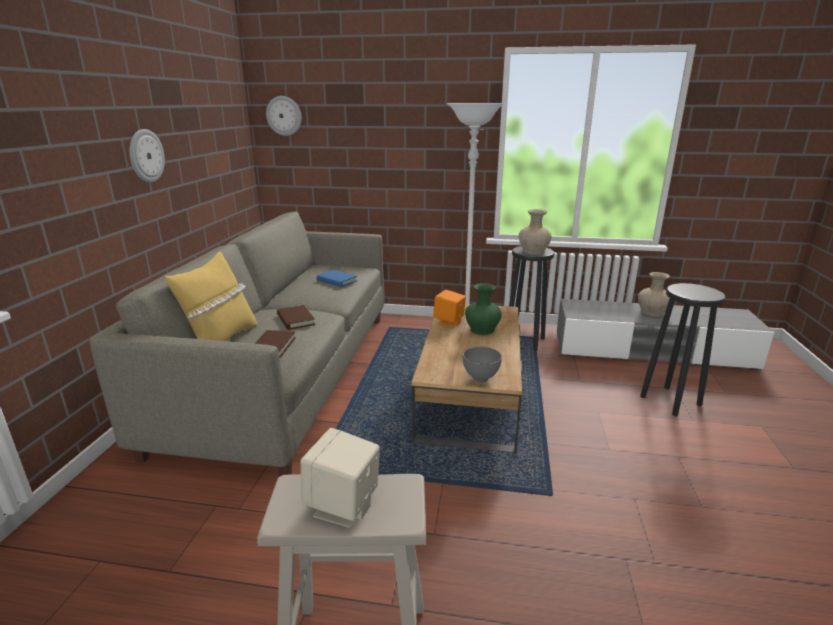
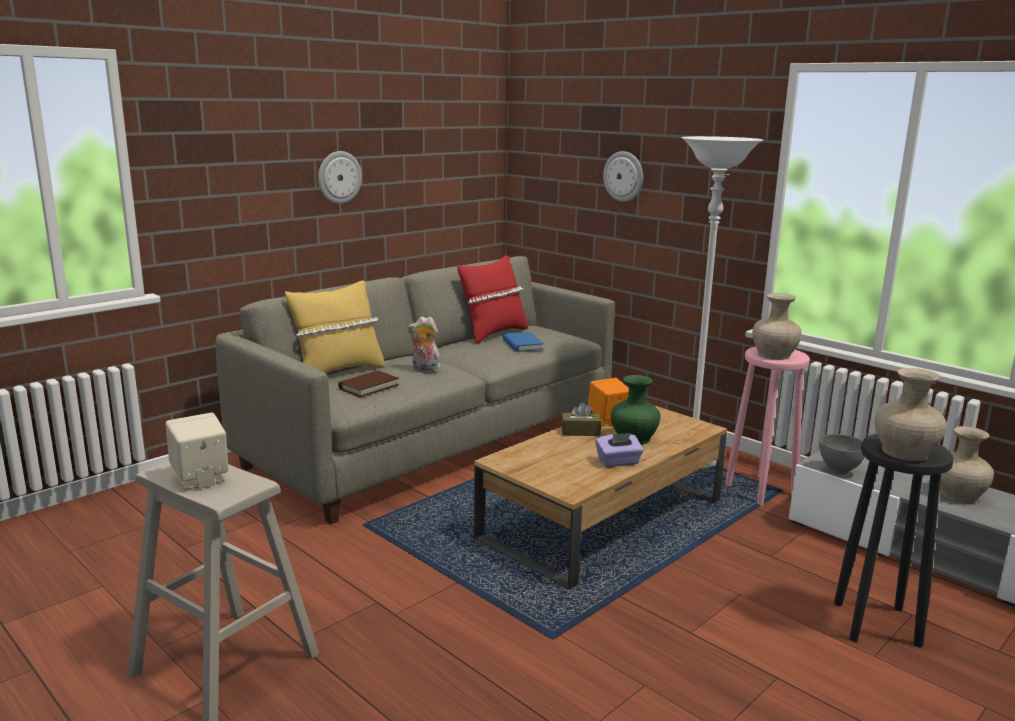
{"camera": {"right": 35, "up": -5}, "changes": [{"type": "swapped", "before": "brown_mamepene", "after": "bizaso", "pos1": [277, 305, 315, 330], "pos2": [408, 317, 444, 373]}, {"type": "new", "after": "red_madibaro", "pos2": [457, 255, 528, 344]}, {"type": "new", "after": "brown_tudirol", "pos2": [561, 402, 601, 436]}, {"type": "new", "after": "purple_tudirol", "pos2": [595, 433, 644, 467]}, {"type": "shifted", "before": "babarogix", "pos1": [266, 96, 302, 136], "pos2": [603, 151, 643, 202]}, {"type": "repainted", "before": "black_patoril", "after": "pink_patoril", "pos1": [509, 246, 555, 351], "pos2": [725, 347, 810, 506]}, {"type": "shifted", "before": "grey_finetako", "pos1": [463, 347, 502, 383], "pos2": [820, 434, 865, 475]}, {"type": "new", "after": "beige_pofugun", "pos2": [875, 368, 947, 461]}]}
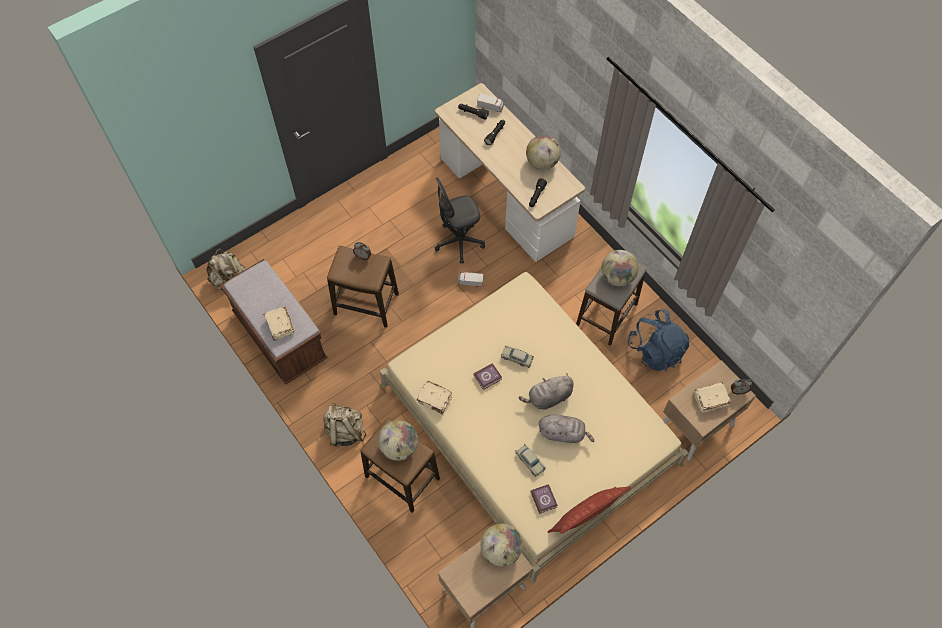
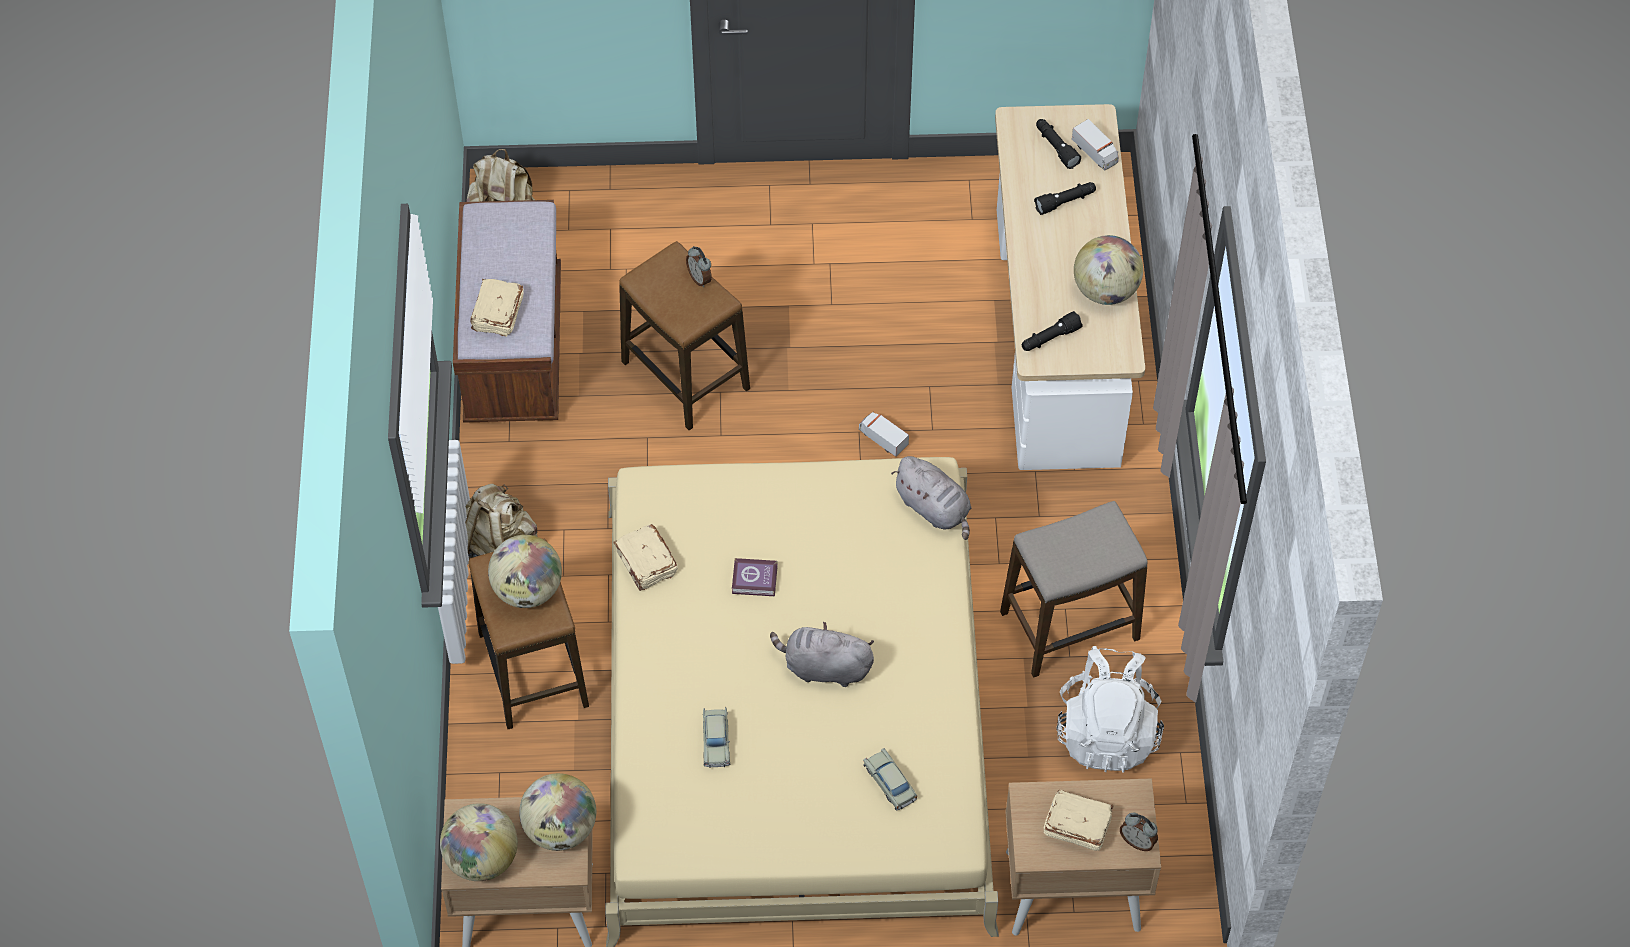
{"camera": {"right": 35, "up": -5}, "changes": [{"type": "shifted", "before": "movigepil", "pos1": [601, 250, 638, 286], "pos2": [440, 803, 518, 881]}, {"type": "shifted", "before": "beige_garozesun", "pos1": [501, 345, 534, 368], "pos2": [863, 748, 917, 811]}, {"type": "shifted", "before": "grey_bizaso", "pos1": [539, 415, 594, 443], "pos2": [891, 456, 971, 540]}, {"type": "repainted", "before": "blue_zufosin", "after": "white_zufosin", "pos1": [628, 309, 689, 371], "pos2": [1056, 646, 1164, 773]}, {"type": "gone", "before": "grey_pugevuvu", "pos1": [435, 178, 485, 264]}, {"type": "gone", "before": "mamepene", "pos1": [530, 484, 558, 514]}, {"type": "gone", "before": "madibaro", "pos1": [548, 486, 631, 534]}]}
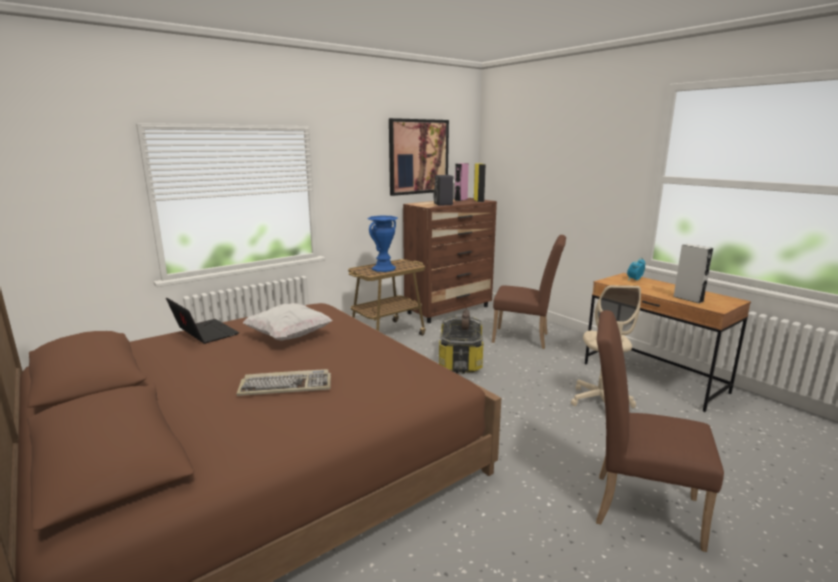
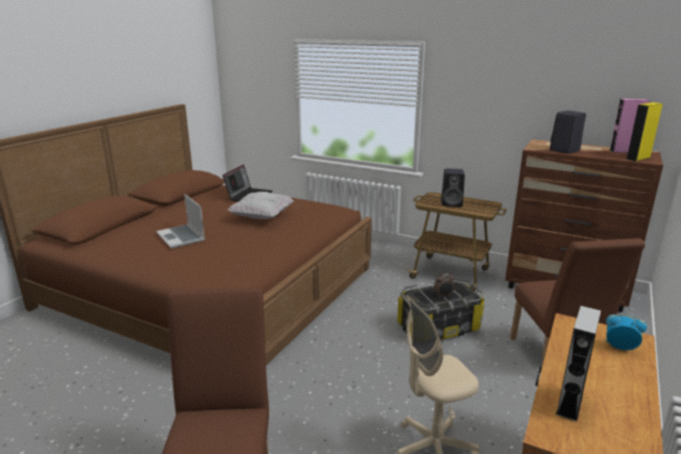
{"camera": {"right": 65, "up": 5}, "changes": [{"type": "swapped", "before": "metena", "after": "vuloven", "pos1": [237, 369, 331, 396], "pos2": [156, 194, 205, 248]}, {"type": "swapped", "before": "blue_pofugun", "after": "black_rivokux", "pos1": [367, 216, 398, 272], "pos2": [441, 168, 465, 207]}, {"type": "gone", "before": "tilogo", "pos1": [389, 118, 449, 196]}]}
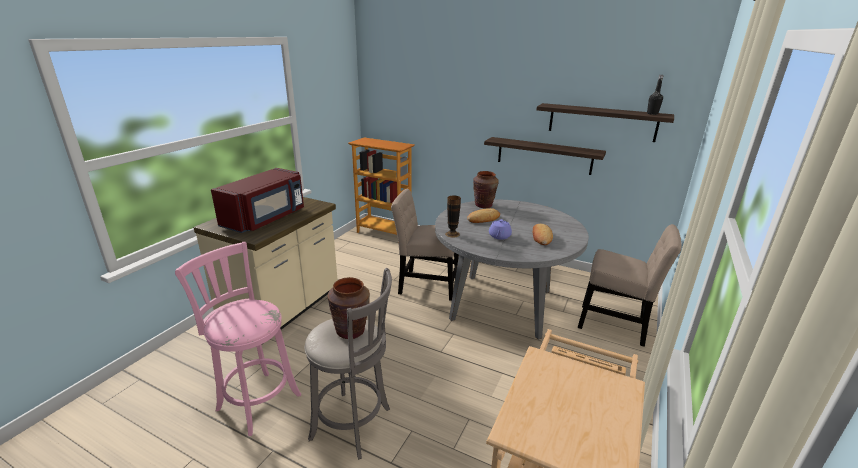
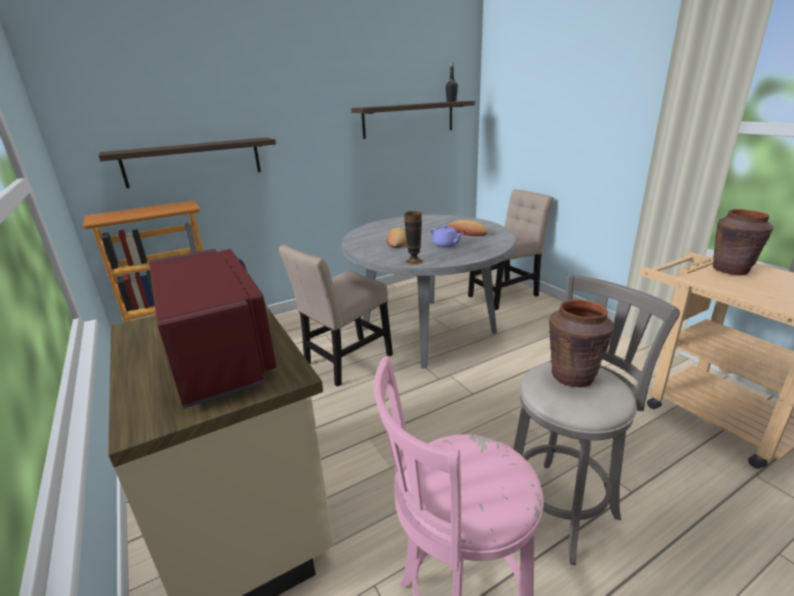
{"camera": {"right": -55, "up": 0}, "changes": [{"type": "shifted", "before": "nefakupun", "pos1": [484, 137, 606, 175], "pos2": [99, 137, 276, 188]}, {"type": "shifted", "before": "brown_pofugun", "pos1": [473, 171, 499, 208], "pos2": [713, 209, 773, 275]}]}
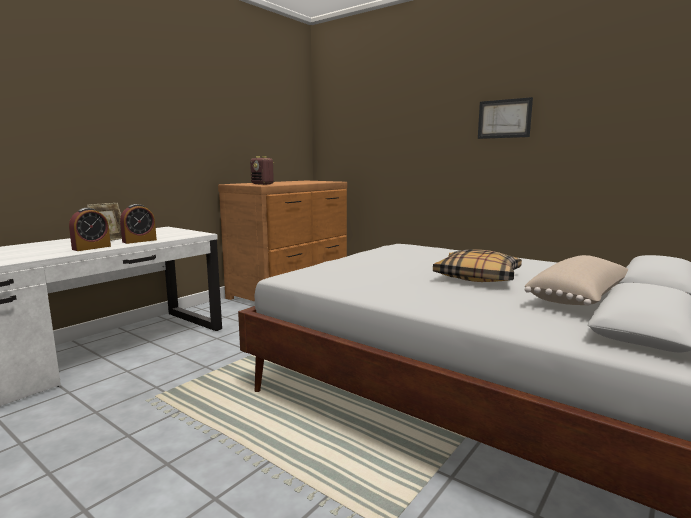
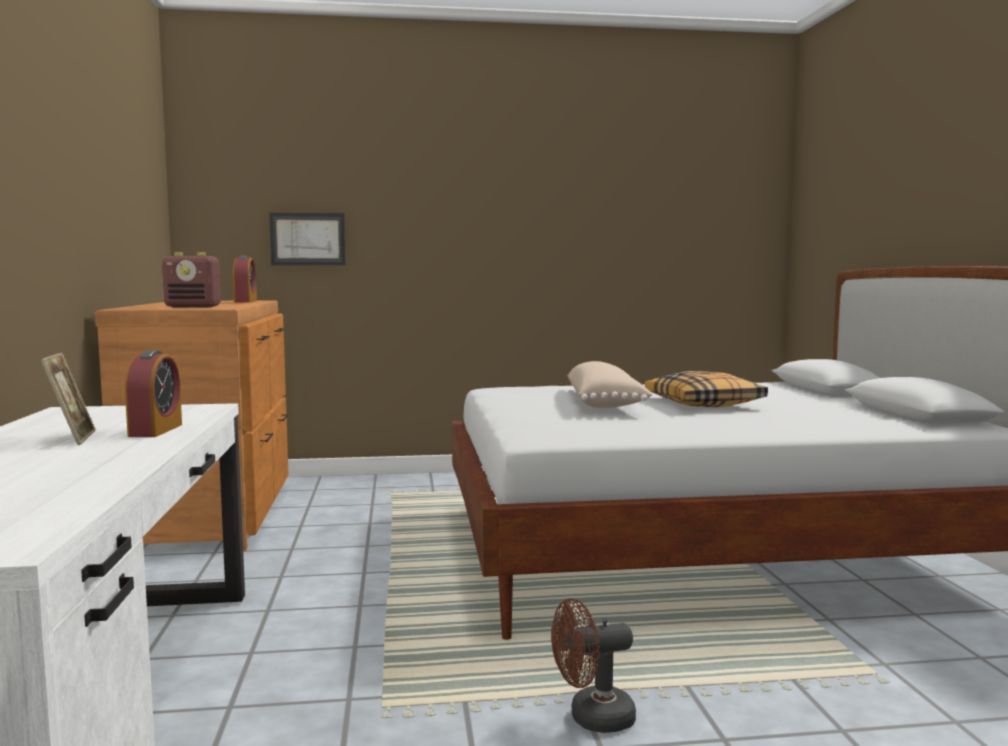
{"camera": {"right": -45, "up": -5}, "changes": [{"type": "shifted", "before": "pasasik", "pos1": [69, 208, 111, 251], "pos2": [233, 255, 257, 303]}, {"type": "shifted", "before": "tilogo", "pos1": [478, 97, 533, 139], "pos2": [269, 213, 346, 265]}, {"type": "new", "after": "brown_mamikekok", "pos2": [551, 598, 636, 733]}, {"type": "shifted", "before": "beige_madibaro", "pos1": [525, 255, 628, 306], "pos2": [568, 361, 653, 408]}]}
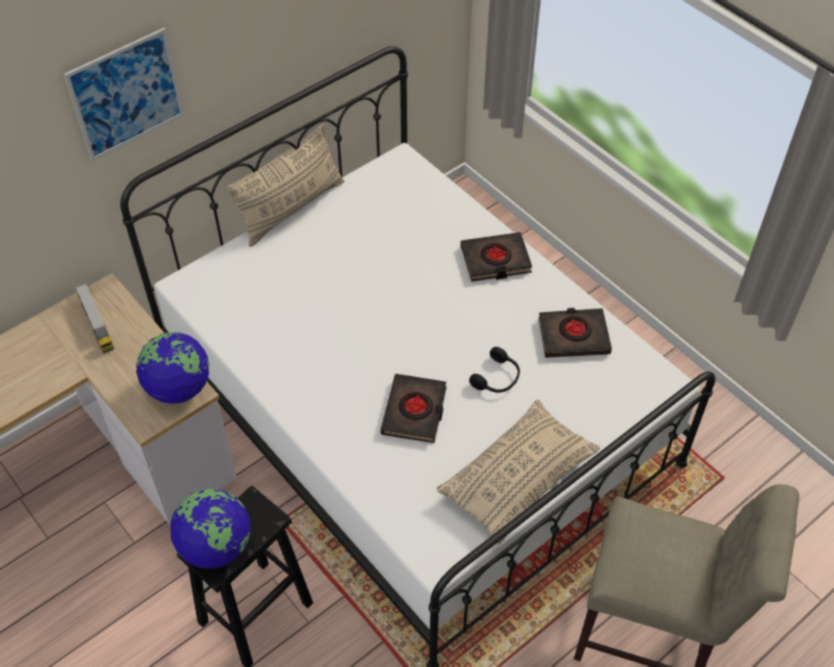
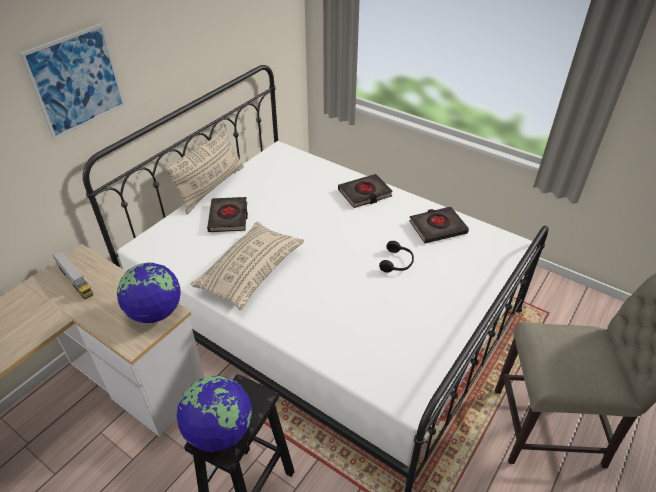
{"camera": {"right": -15, "up": -10}, "changes": [{"type": "shifted", "before": "beige_madibaro", "pos1": [436, 399, 600, 545], "pos2": [191, 222, 304, 310]}, {"type": "shifted", "before": "black_mamepene", "pos1": [380, 374, 447, 443], "pos2": [207, 197, 248, 232]}]}
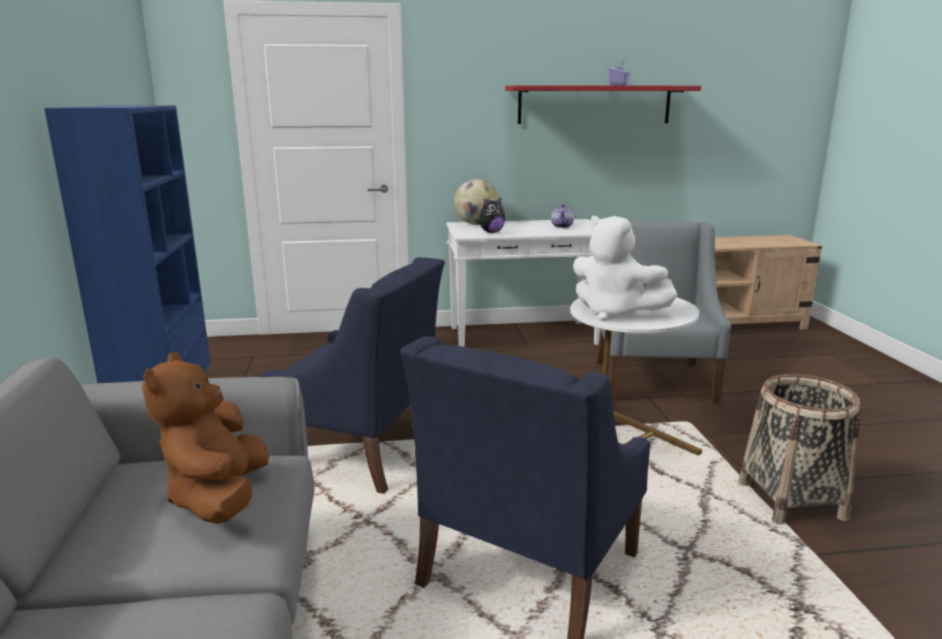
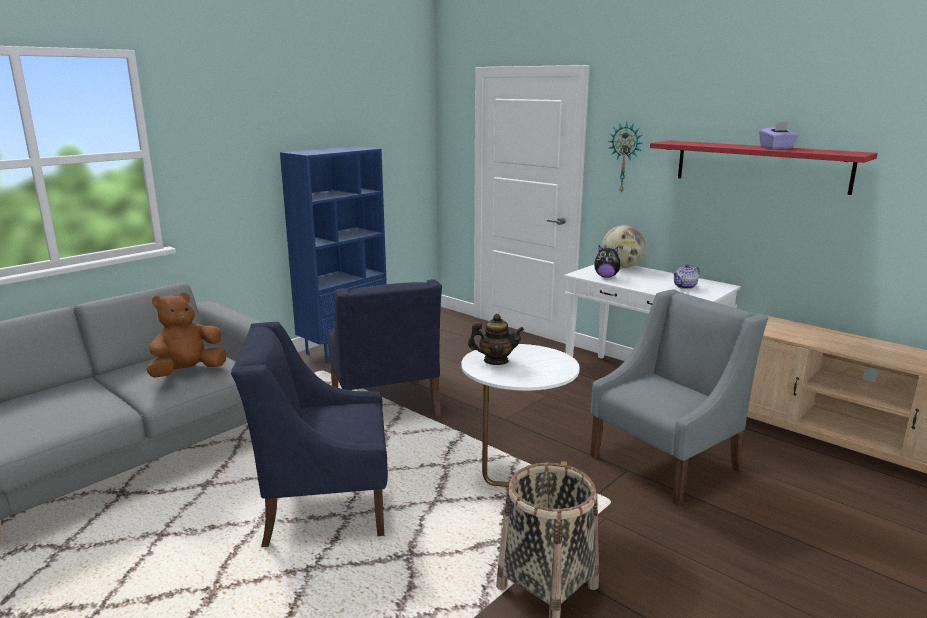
{"camera": {"right": 50, "up": 0}, "changes": [{"type": "swapped", "before": "white_bizaso", "after": "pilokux", "pos1": [573, 216, 678, 321], "pos2": [468, 314, 524, 365]}, {"type": "new", "after": "babarogix", "pos2": [608, 122, 642, 193]}]}
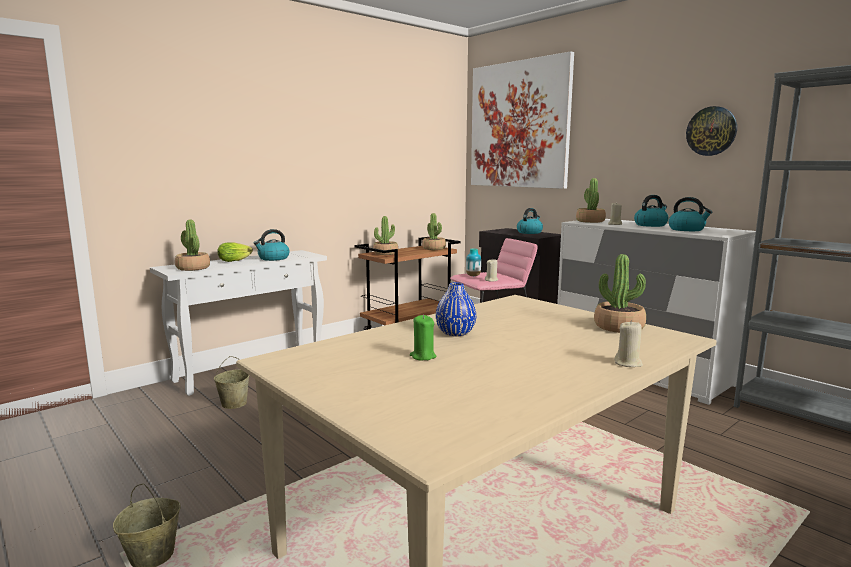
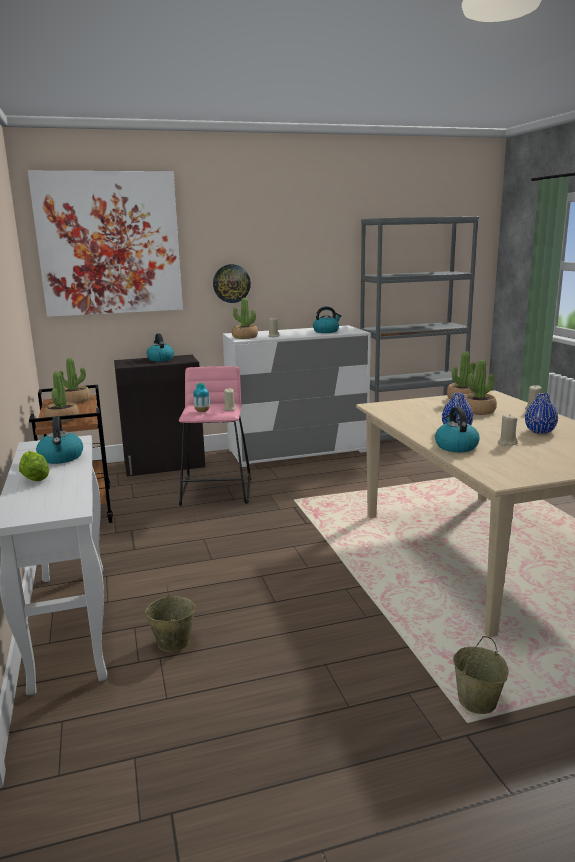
{"camera": {"right": -65, "up": 5}, "changes": [{"type": "shifted", "before": "babarogix", "pos1": [686, 106, 737, 156], "pos2": [213, 264, 251, 303]}, {"type": "shifted", "before": "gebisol", "pos1": [634, 195, 668, 227], "pos2": [435, 407, 480, 452]}, {"type": "shifted", "before": "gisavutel", "pos1": [175, 219, 210, 271], "pos2": [465, 360, 497, 415]}, {"type": "repainted", "before": "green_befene", "after": "beige_befene", "pos1": [410, 315, 436, 360], "pos2": [498, 415, 518, 446]}, {"type": "new", "after": "blue_pofugun", "pos2": [525, 393, 558, 434]}]}
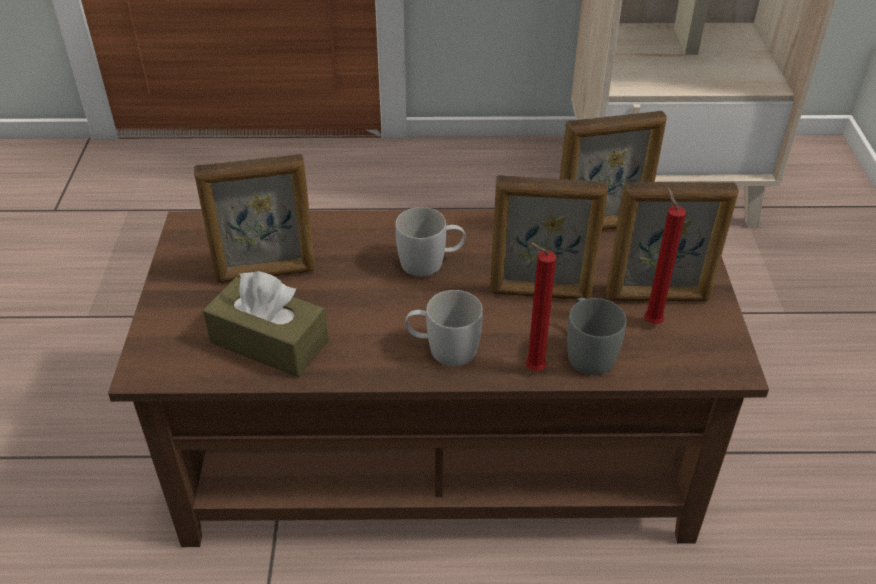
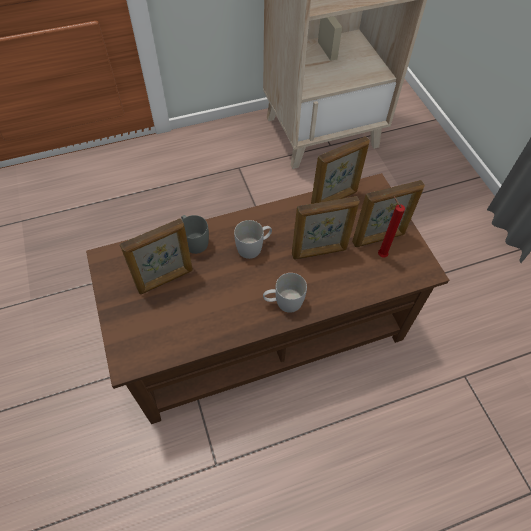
{"camera": {"right": -20, "up": 15}, "changes": [{"type": "shifted", "before": "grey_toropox", "pos1": [567, 298, 627, 375], "pos2": [181, 215, 209, 254]}, {"type": "gone", "before": "brown_tudirol", "pos1": [203, 271, 328, 377]}, {"type": "gone", "before": "red_befene", "pos1": [526, 242, 556, 371]}]}
